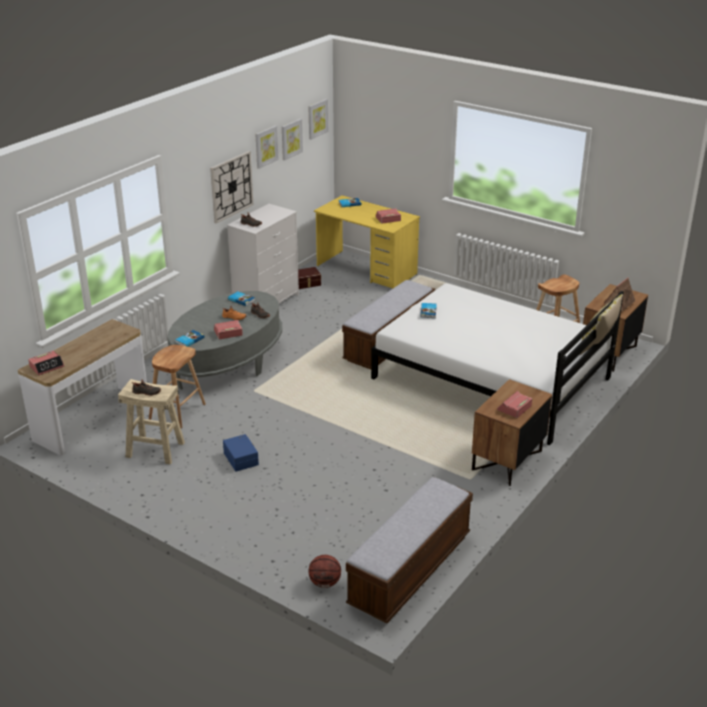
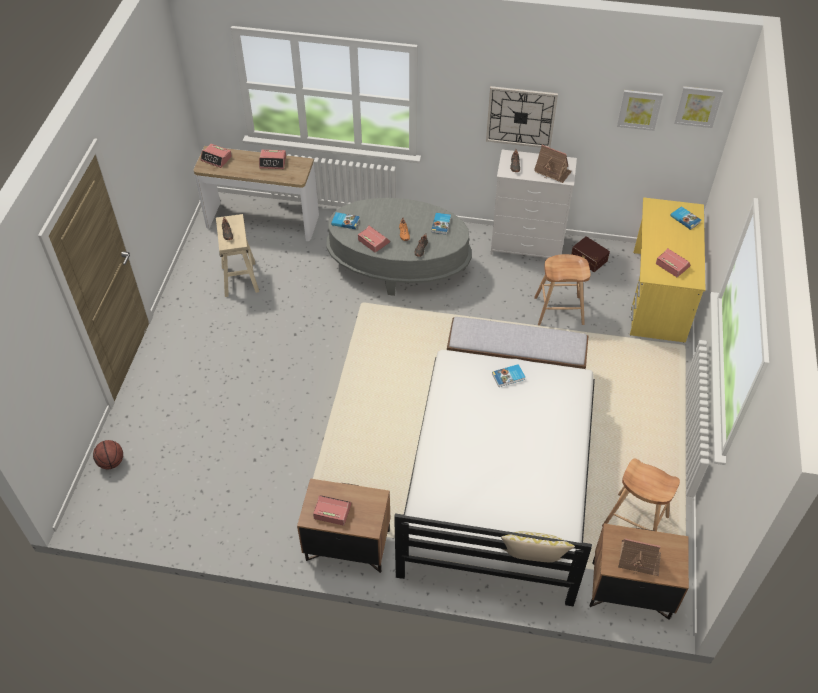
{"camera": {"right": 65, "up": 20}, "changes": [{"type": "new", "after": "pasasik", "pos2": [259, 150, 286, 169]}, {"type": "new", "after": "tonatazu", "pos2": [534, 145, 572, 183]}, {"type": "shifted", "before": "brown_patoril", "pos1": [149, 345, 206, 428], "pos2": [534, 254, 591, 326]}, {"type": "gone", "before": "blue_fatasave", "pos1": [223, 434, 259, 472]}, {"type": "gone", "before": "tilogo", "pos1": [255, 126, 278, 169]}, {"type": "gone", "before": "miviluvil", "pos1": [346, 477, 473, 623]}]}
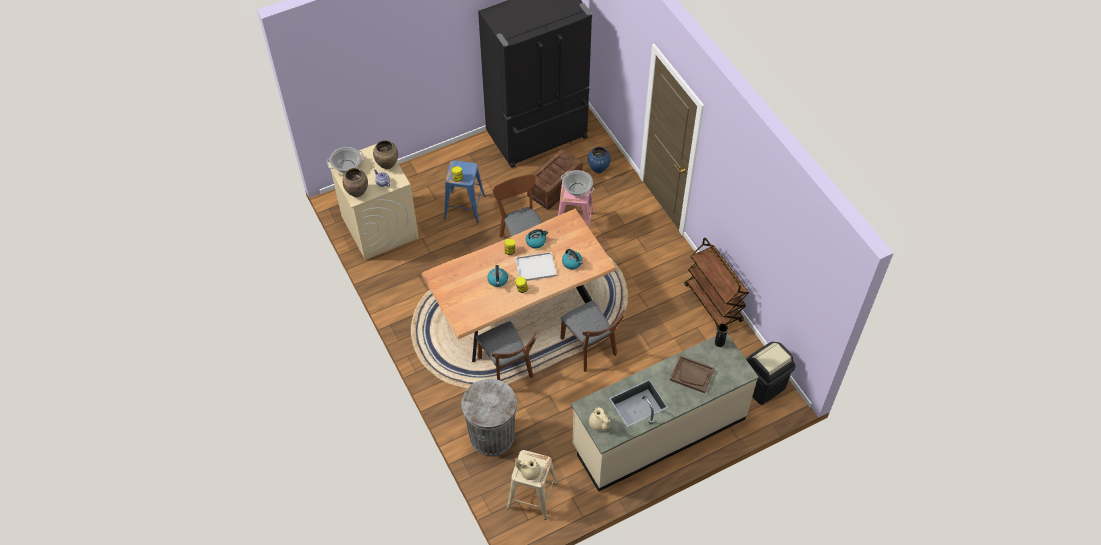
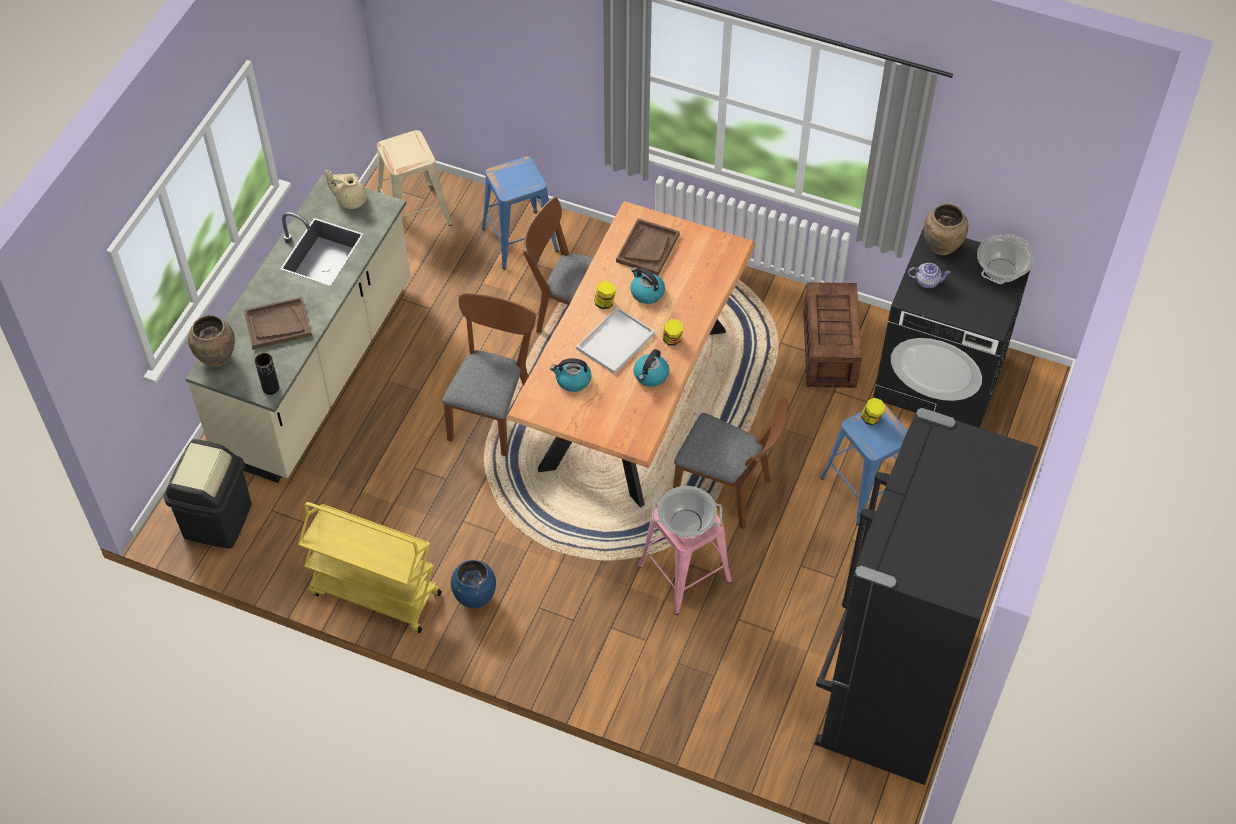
{"camera": {"right": 140, "up": 0}, "changes": [{"type": "shifted", "before": "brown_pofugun", "pos1": [373, 140, 398, 169], "pos2": [188, 315, 235, 367]}, {"type": "repainted", "before": "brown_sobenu", "after": "yellow_sobenu", "pos1": [684, 238, 749, 329], "pos2": [298, 502, 442, 633]}, {"type": "rotated", "before": "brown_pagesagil", "pos1": [560, 300, 625, 372], "pos2": [442, 293, 536, 456], "turn": 90}, {"type": "shifted", "before": "blue_pofugun", "pos1": [588, 147, 611, 173], "pos2": [451, 560, 496, 608]}, {"type": "swapped", "before": "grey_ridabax", "after": "blue_patoril", "pos1": [461, 379, 517, 456], "pos2": [482, 156, 559, 270]}, {"type": "new", "after": "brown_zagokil", "pos2": [616, 218, 680, 276]}, {"type": "shifted", "before": "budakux", "pos1": [527, 148, 583, 210], "pos2": [803, 282, 862, 388]}, {"type": "repainted", "before": "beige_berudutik", "after": "black_berudutik", "pos1": [328, 144, 419, 260], "pos2": [873, 227, 1030, 428]}, {"type": "gone", "before": "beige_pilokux", "pos1": [515, 458, 541, 480]}]}
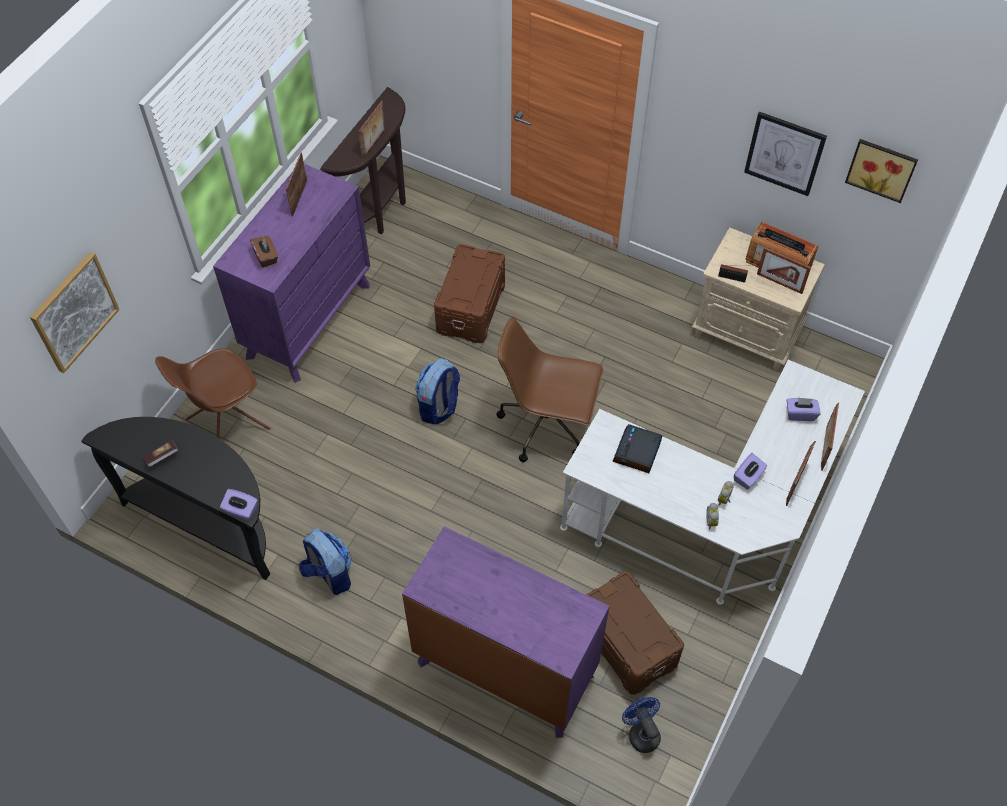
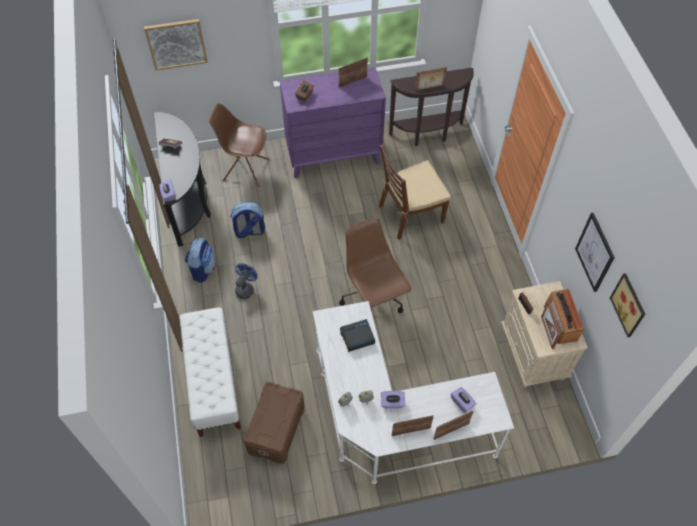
{"camera": {"right": 50, "up": 0}, "changes": [{"type": "swapped", "before": "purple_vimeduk", "after": "white_miviluvil", "pos1": [402, 526, 610, 738], "pos2": [179, 307, 241, 437]}, {"type": "shifted", "before": "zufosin", "pos1": [415, 358, 460, 425], "pos2": [230, 202, 265, 238]}, {"type": "shifted", "before": "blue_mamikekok", "pos1": [622, 697, 661, 753], "pos2": [235, 263, 258, 299]}, {"type": "swapped", "before": "brown_fatasave", "after": "brown_pagesagil", "pos1": [434, 244, 505, 343], "pos2": [379, 145, 451, 240]}]}
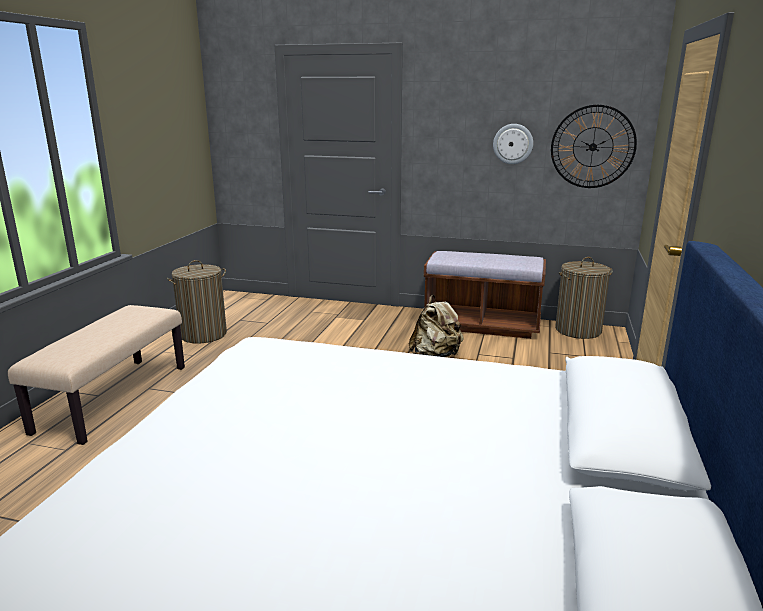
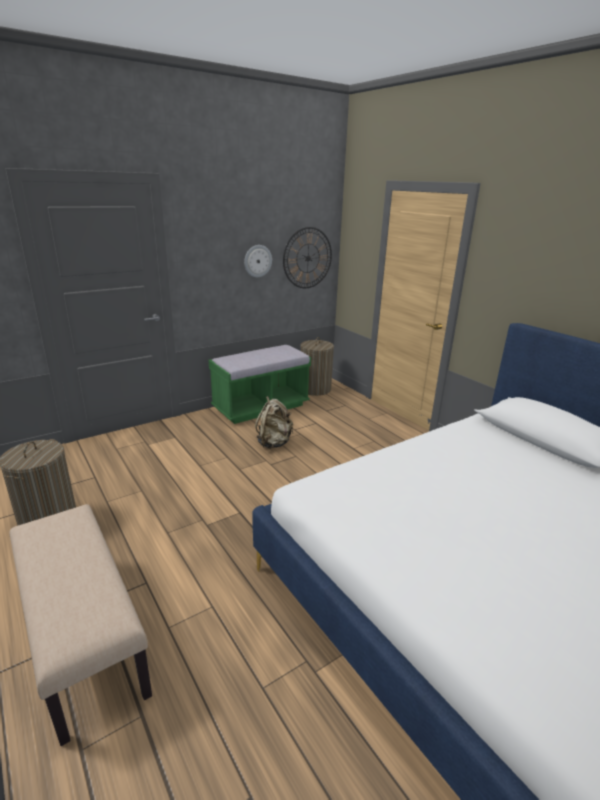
{"camera": {"right": -50, "up": 5}, "changes": [{"type": "repainted", "before": "brown_miviluvil", "after": "green_miviluvil", "pos1": [424, 251, 546, 339], "pos2": [209, 345, 311, 424]}]}
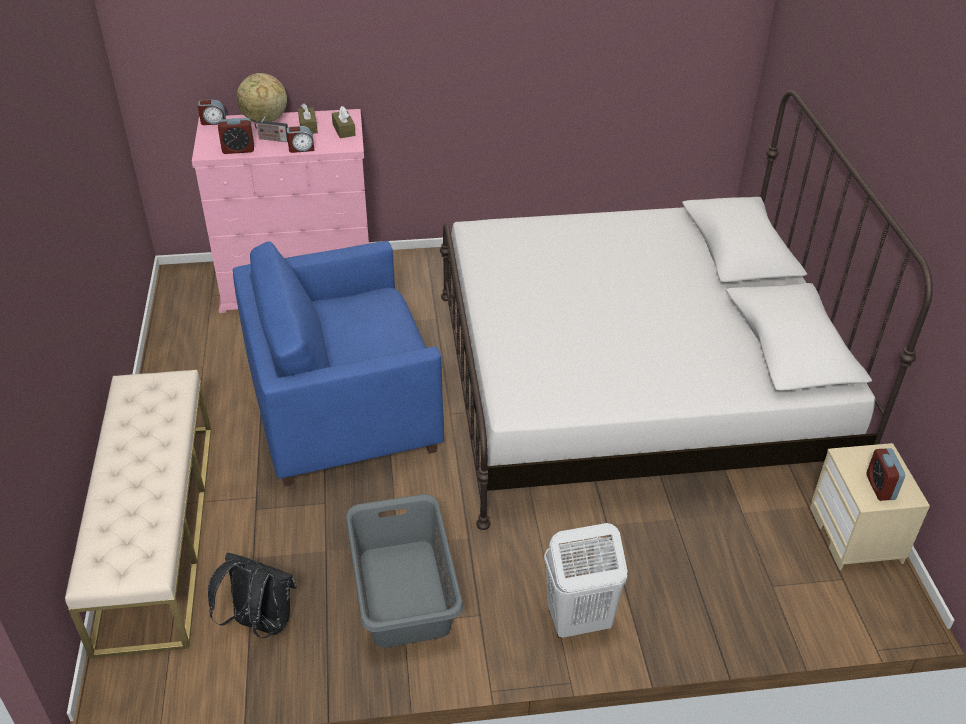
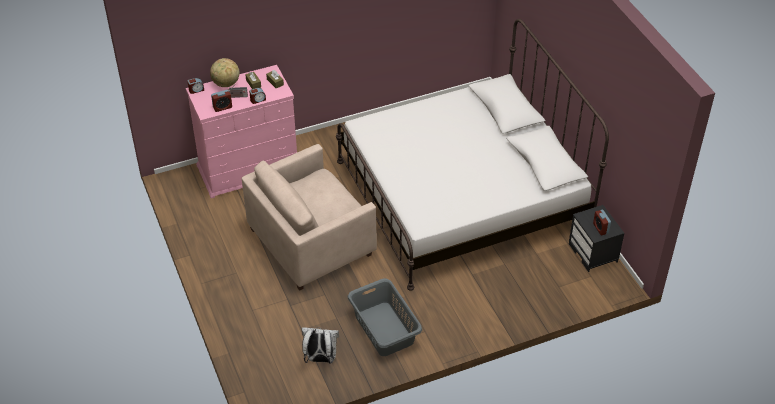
{"camera": {"right": -15, "up": 5}, "changes": [{"type": "repainted", "before": "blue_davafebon", "after": "beige_davafebon", "pos1": [233, 241, 444, 487], "pos2": [242, 144, 377, 291]}, {"type": "repainted", "before": "black_zufosin", "after": "white_zufosin", "pos1": [208, 553, 297, 638], "pos2": [302, 327, 339, 364]}, {"type": "repainted", "before": "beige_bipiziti", "after": "black_bipiziti", "pos1": [810, 443, 930, 570], "pos2": [569, 205, 624, 272]}, {"type": "gone", "before": "beige_miviluvil", "pos1": [65, 370, 212, 659]}, {"type": "gone", "before": "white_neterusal", "pos1": [544, 523, 628, 638]}]}
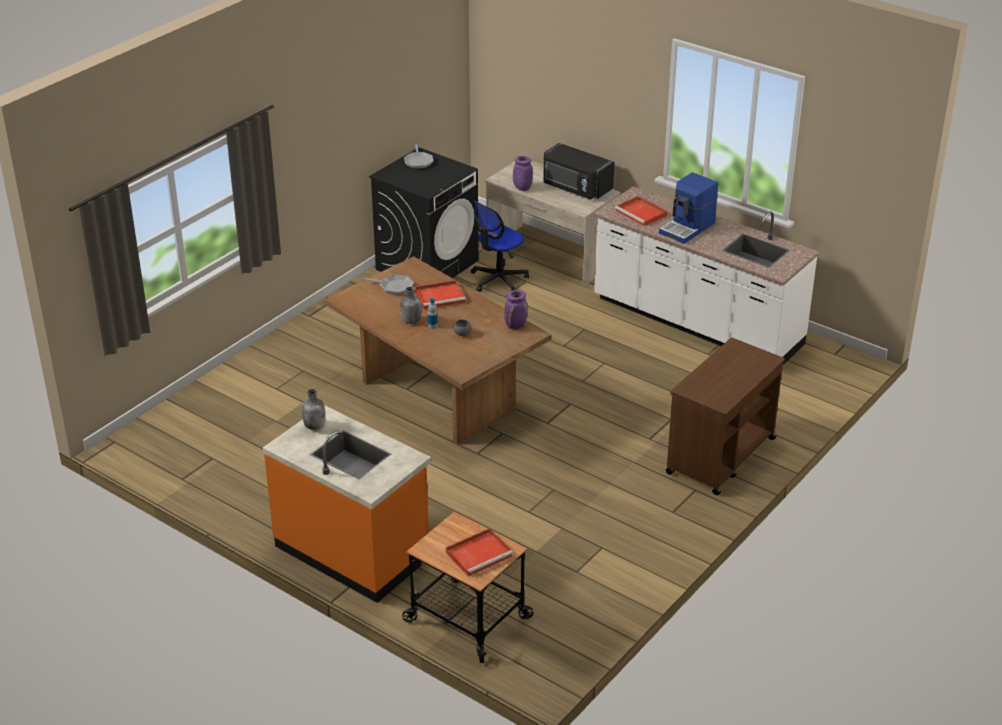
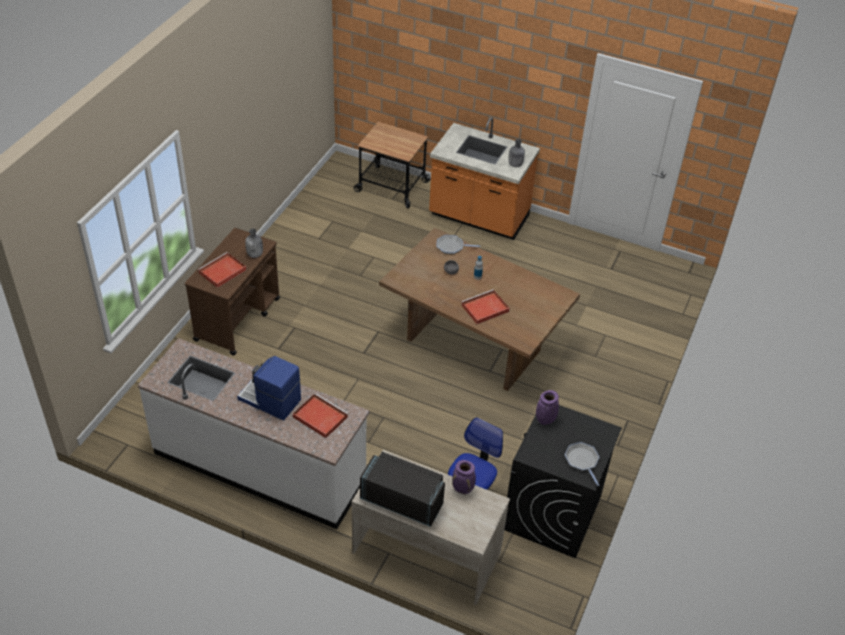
{"camera": {"right": 165, "up": 10}, "changes": [{"type": "shifted", "before": "red_zagokil", "pos1": [445, 528, 513, 577], "pos2": [198, 252, 247, 288]}, {"type": "rotated", "before": "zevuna", "pos1": [659, 172, 718, 244], "pos2": [237, 356, 301, 420], "turn": -90}, {"type": "shifted", "before": "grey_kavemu", "pos1": [400, 287, 421, 324], "pos2": [245, 229, 263, 258]}, {"type": "shifted", "before": "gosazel", "pos1": [363, 274, 414, 295], "pos2": [437, 235, 480, 254]}, {"type": "shifted", "before": "purple_pofugun", "pos1": [504, 290, 528, 329], "pos2": [536, 390, 559, 425]}]}
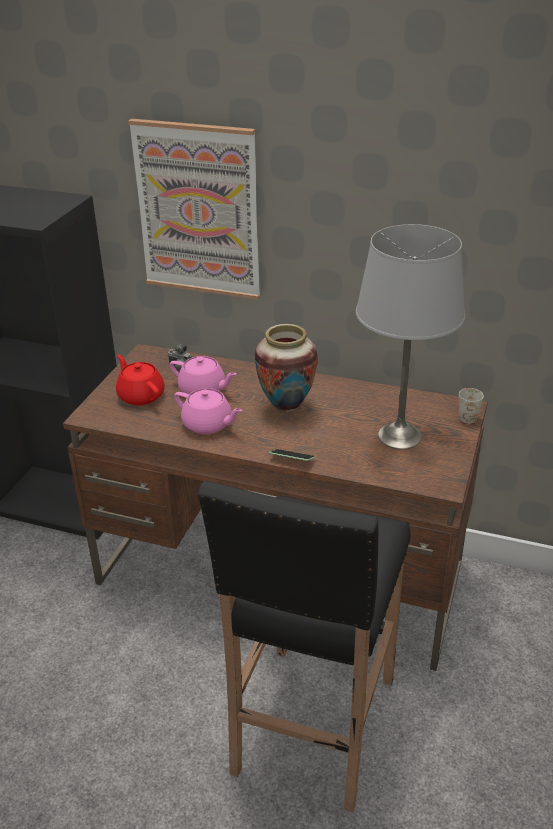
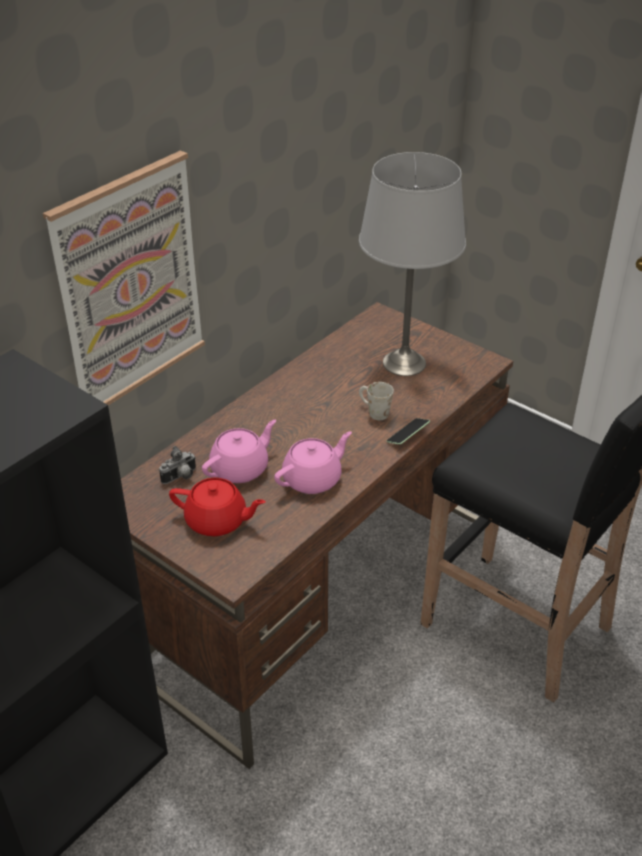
{"camera": {"right": -70, "up": 5}, "changes": [{"type": "rotated", "before": "red_pilokux", "pos1": [116, 354, 165, 405], "pos2": [169, 478, 266, 536], "turn": -150}, {"type": "shifted", "before": "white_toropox", "pos1": [459, 388, 484, 423], "pos2": [359, 382, 394, 420]}, {"type": "gone", "before": "pofugun", "pos1": [254, 324, 318, 413]}]}
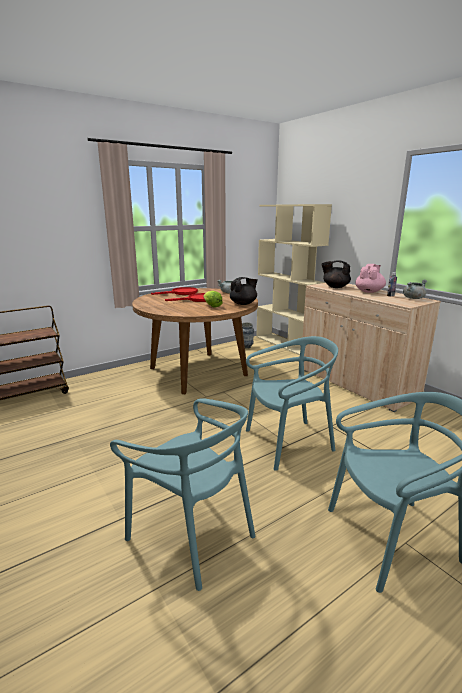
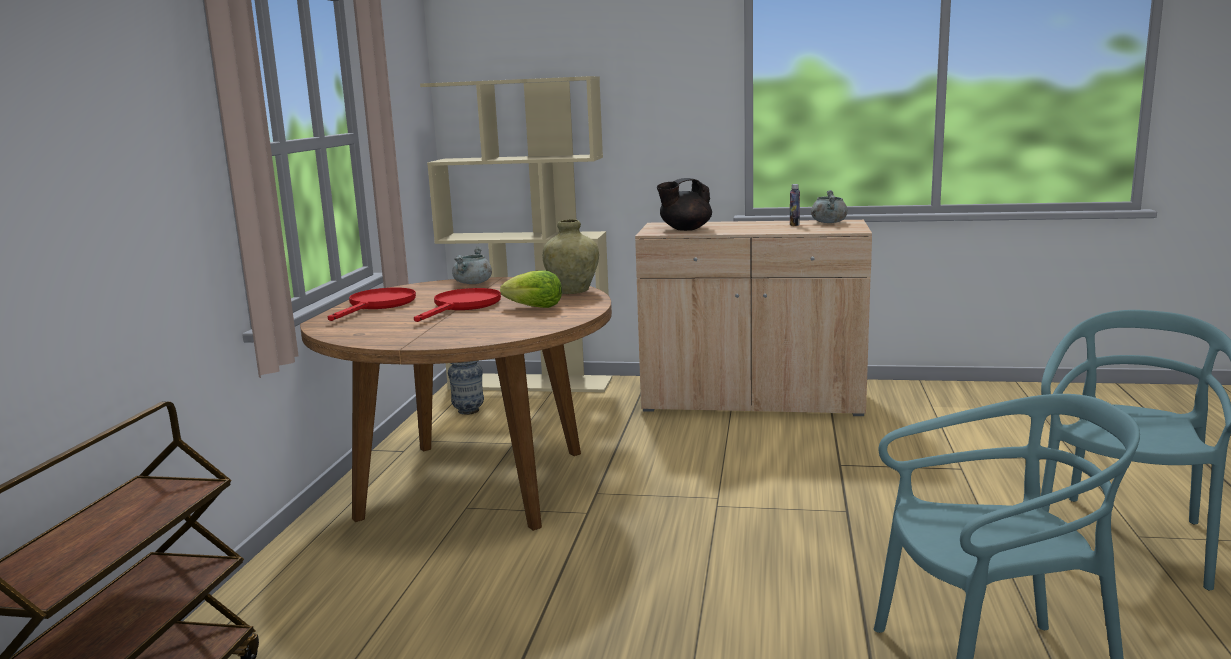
{"camera": {"right": -45, "up": -5}, "changes": [{"type": "swapped", "before": "black_pilokux", "after": "beige_pofugun", "pos1": [230, 277, 258, 305], "pos2": [542, 219, 599, 294]}, {"type": "gone", "before": "turquoise_pagesagil", "pos1": [246, 336, 338, 471]}, {"type": "gone", "before": "pink_pilokux", "pos1": [355, 264, 386, 293]}]}
